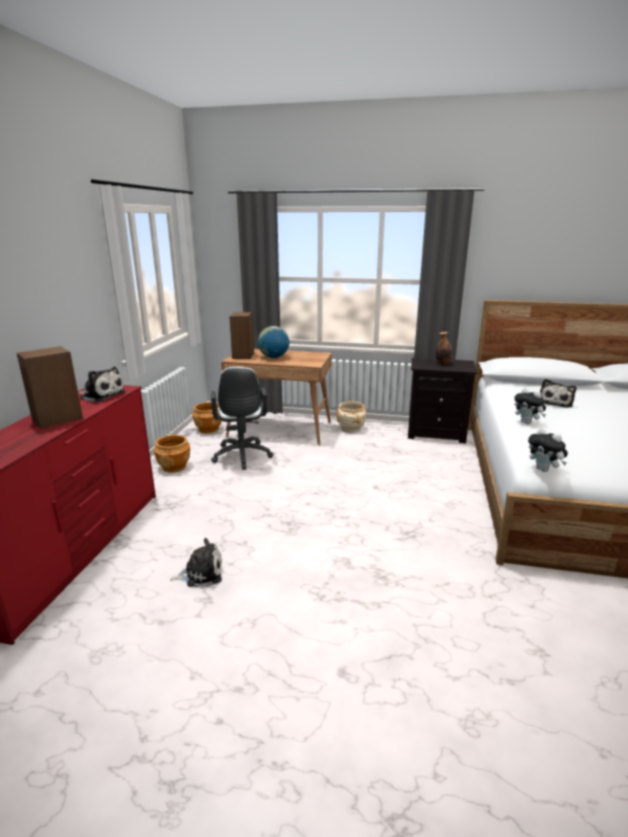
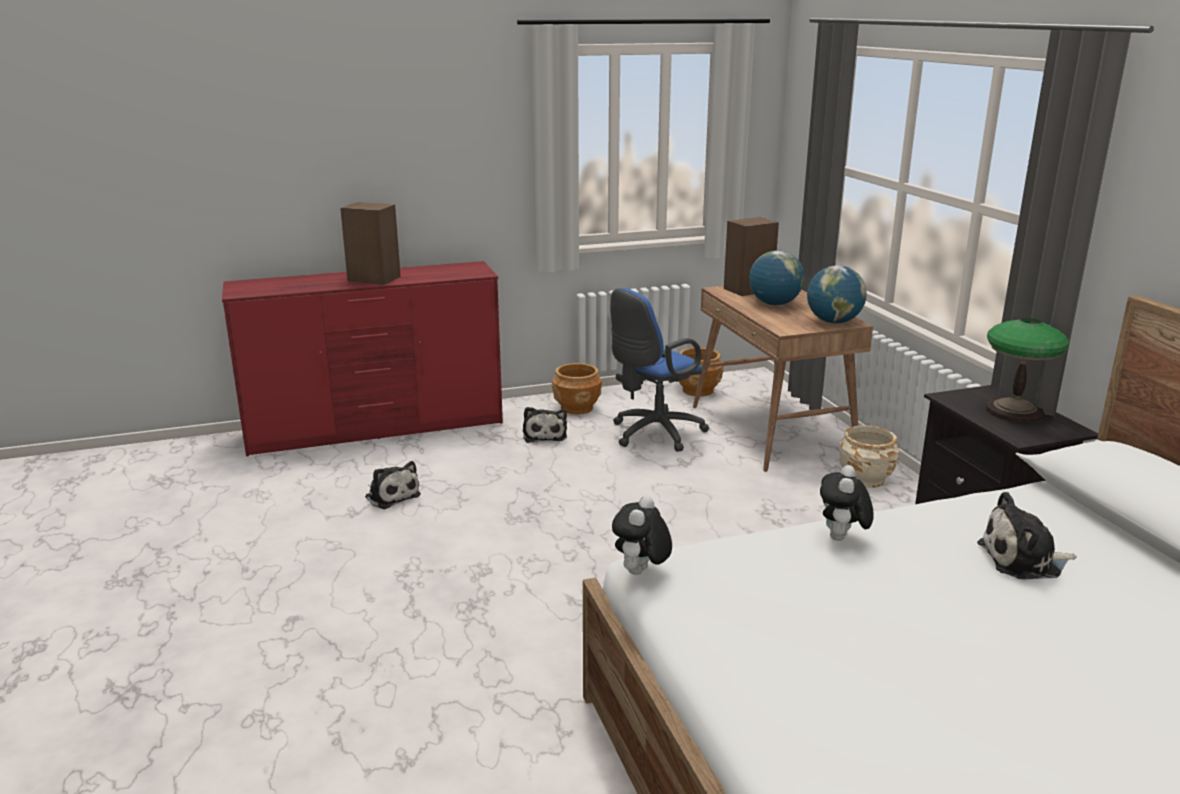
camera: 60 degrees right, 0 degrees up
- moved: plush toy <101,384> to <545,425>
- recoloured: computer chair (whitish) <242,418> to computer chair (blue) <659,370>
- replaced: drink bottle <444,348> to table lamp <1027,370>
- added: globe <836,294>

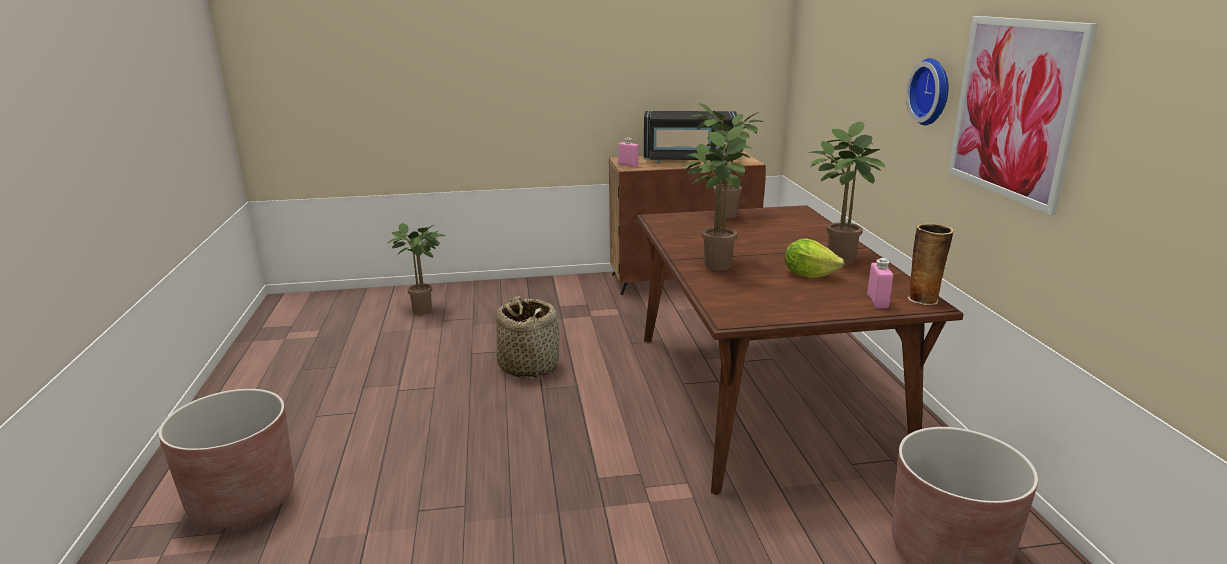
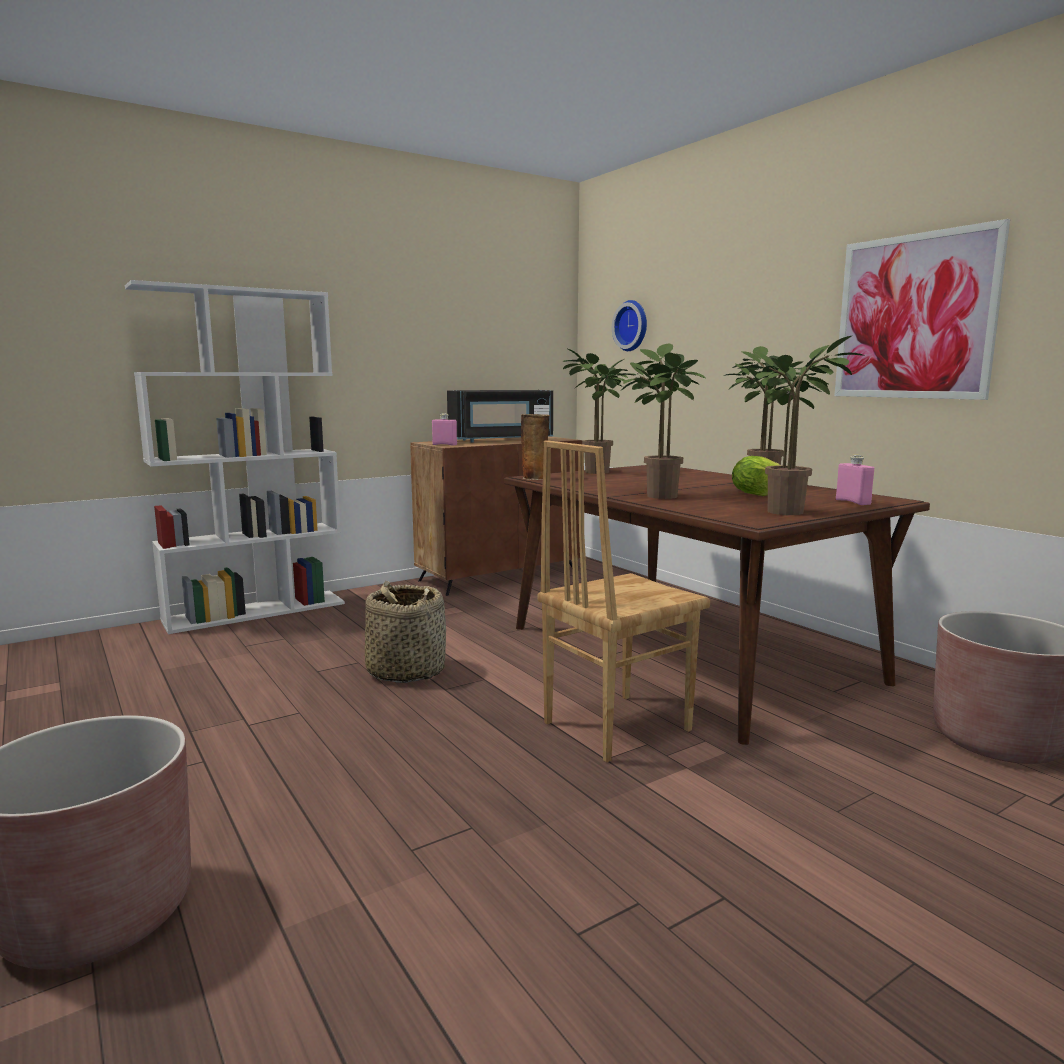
camera: 25 degrees left, 10 degrees down
- moved: houseplant <416,268> to <801,425>
- moved: wall clock <927,91> to <629,325>
- moved: vase <931,264> to <535,447>
- added: bookshelf (whitish) <235,457>
- added: upright chair (brown-coloured) <624,601>

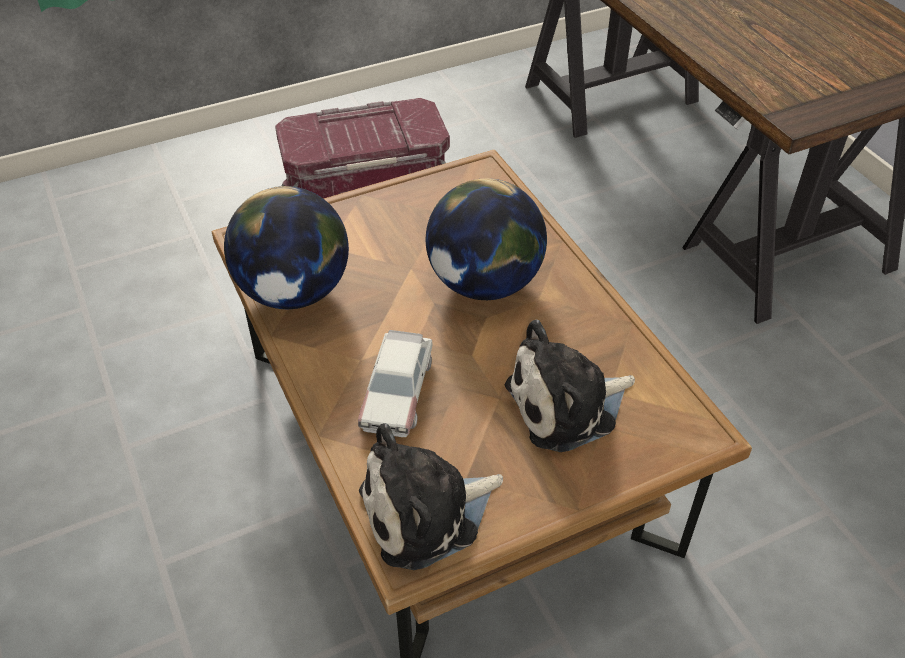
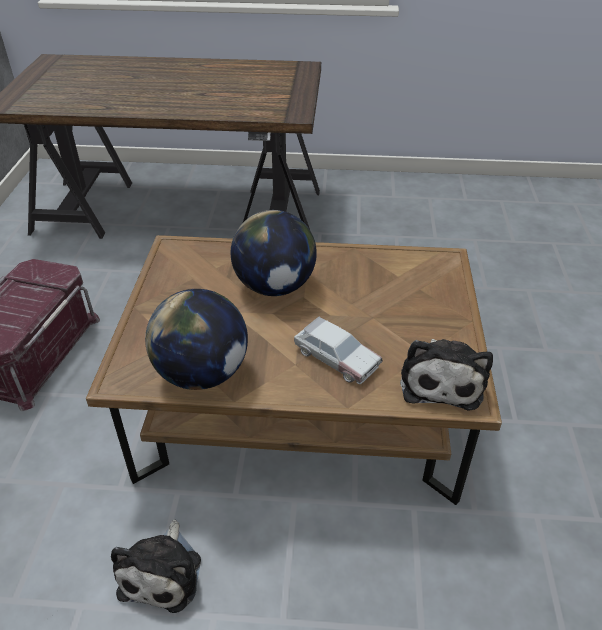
camera: 60 degrees left, 5 degrees down
- moved: plush toy <570,386> to <156,566>

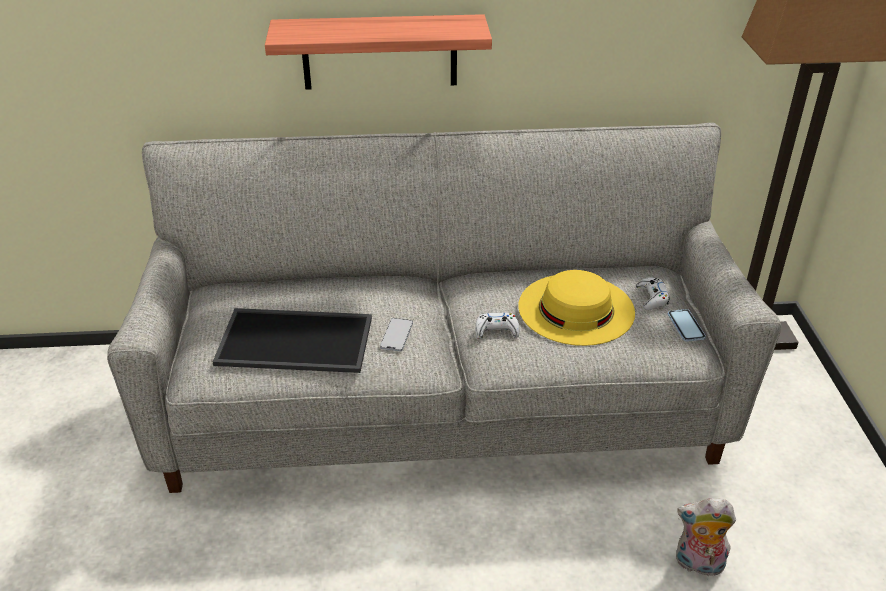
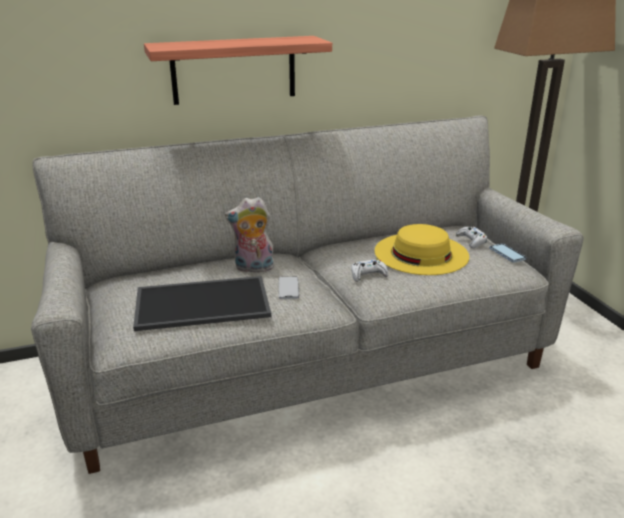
camera: 15 degrees left, 10 degrees down
- moved: plush toy <706,539> to <249,234>

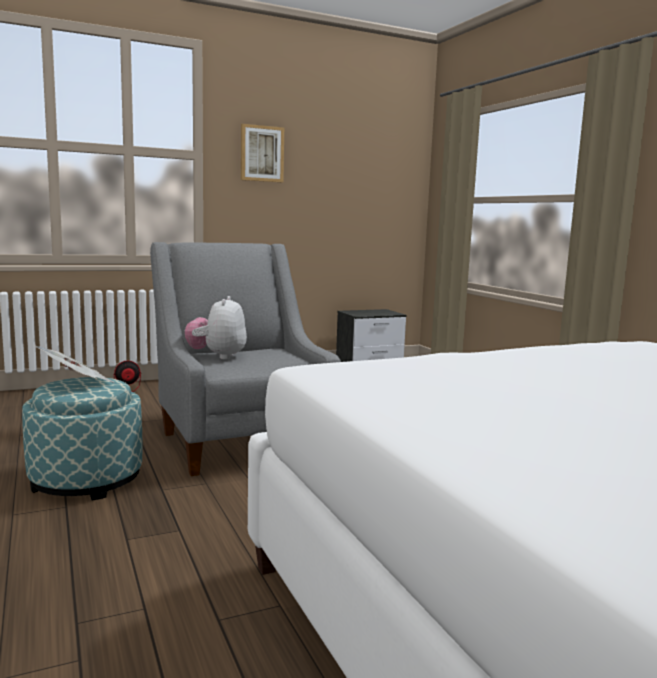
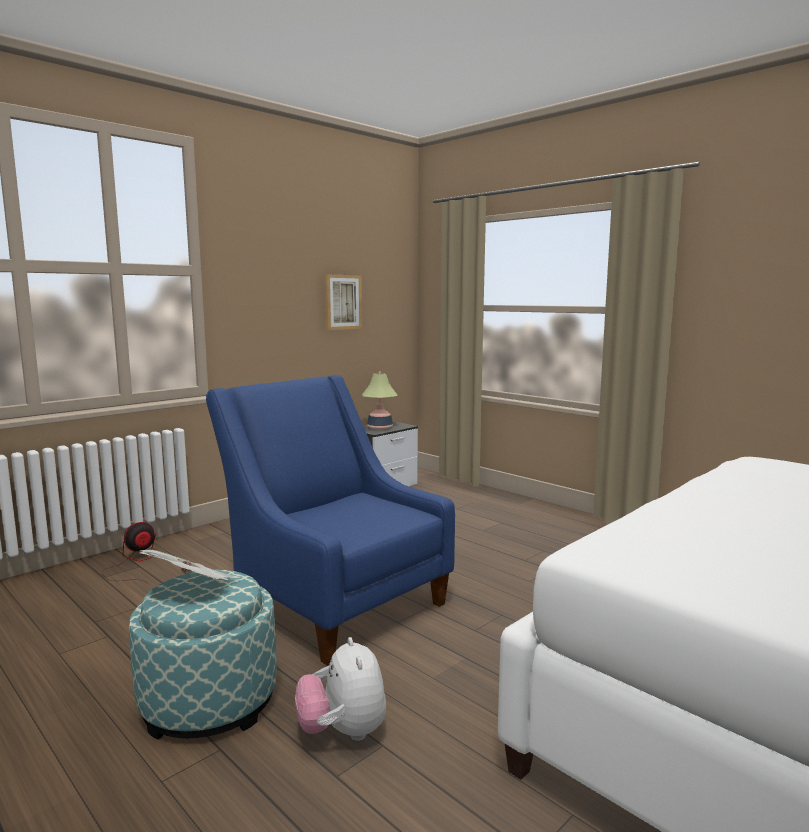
camera: 20 degrees left, 0 degrees up
- recoloured: easy chair (grey) <245,359> to easy chair (blue) <330,520>
- moved: plush toy <216,328> to <340,689>
- moved: picture <262,153> to <343,302>
- added: table lamp <380,400>

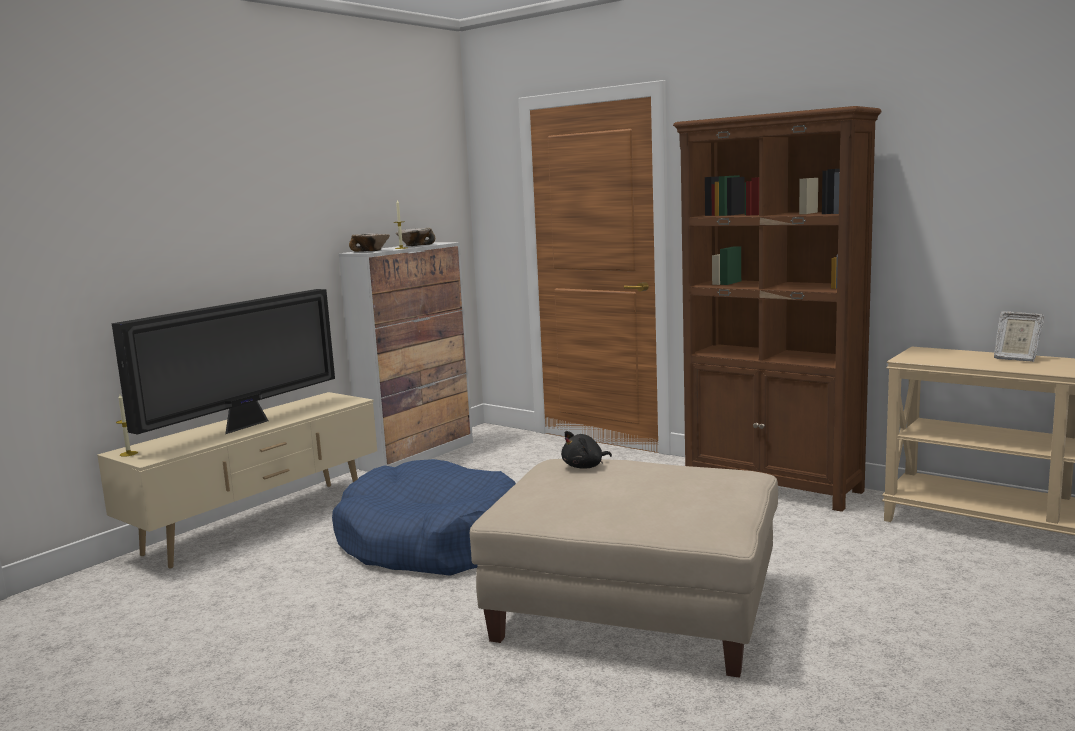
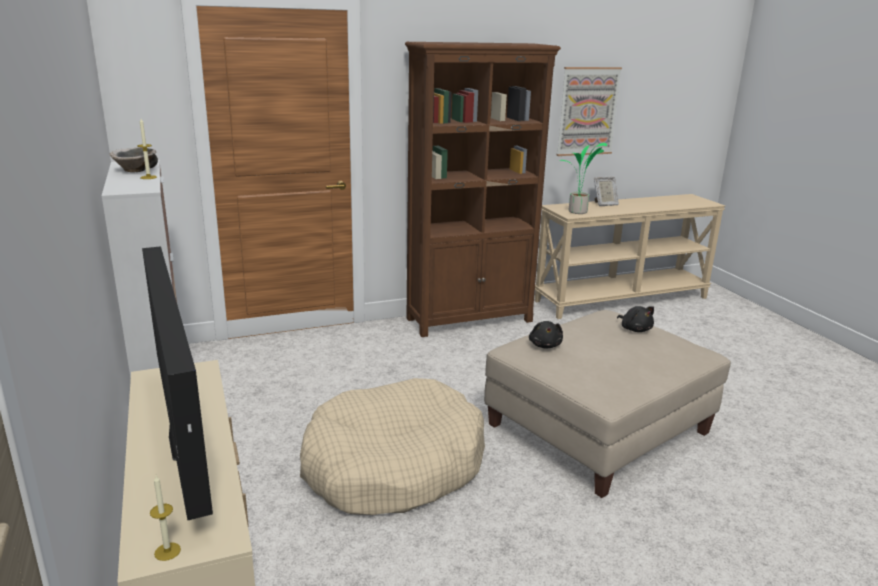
camera: 60 degrees left, 10 degrees up
- recoloured: dog bed (blue) <424,517> to dog bed (beige-coloured) <392,446>
- removed: deep dish <369,243>
- added: picture <589,111>
- added: houseplant <583,178>
- added: plush toy (blackish) <635,319>

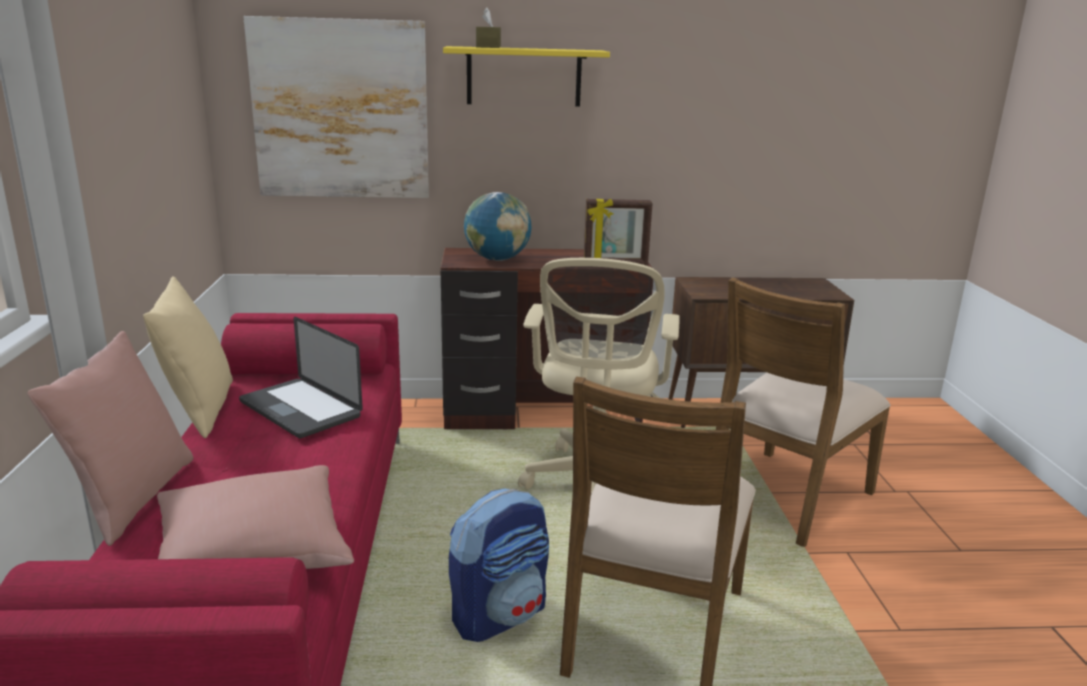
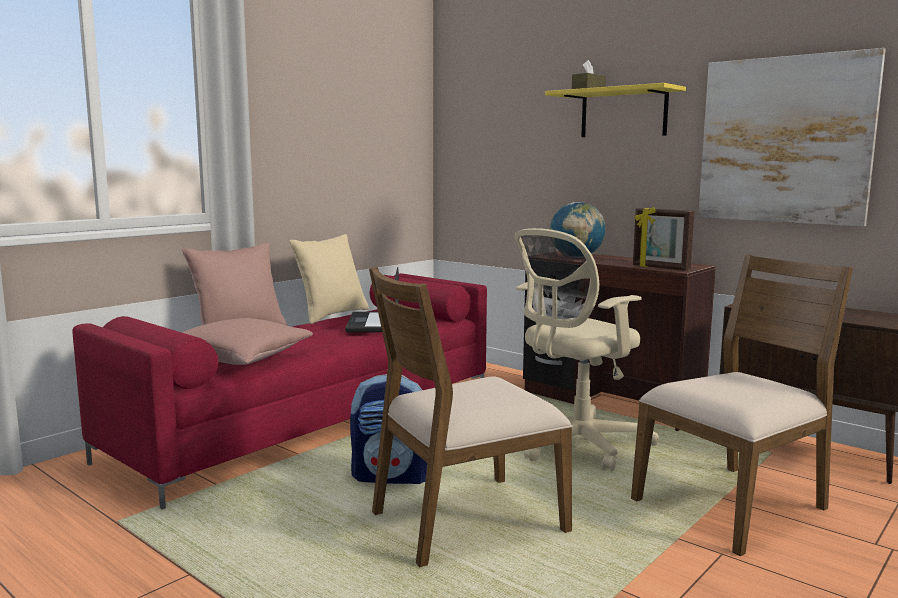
camera: 45 degrees right, 10 degrees down
- moved: picture <336,107> to <792,137>
- turned: upright chair (brown-coloured) <803,412> = <742,405> 150 degrees clockwise

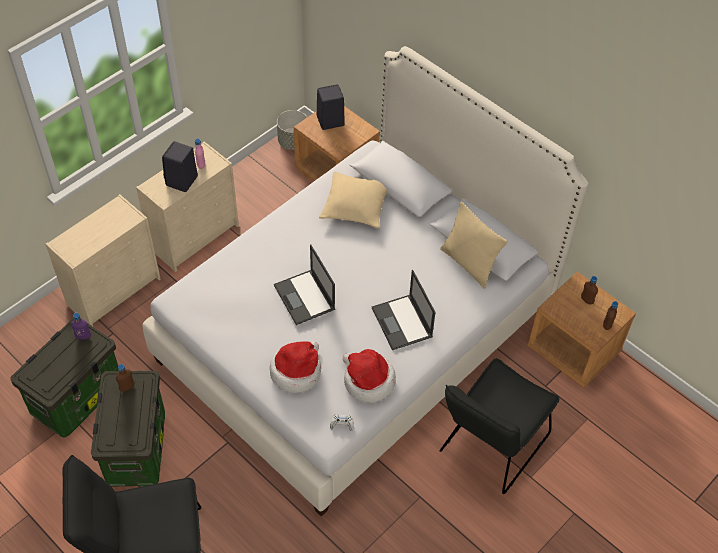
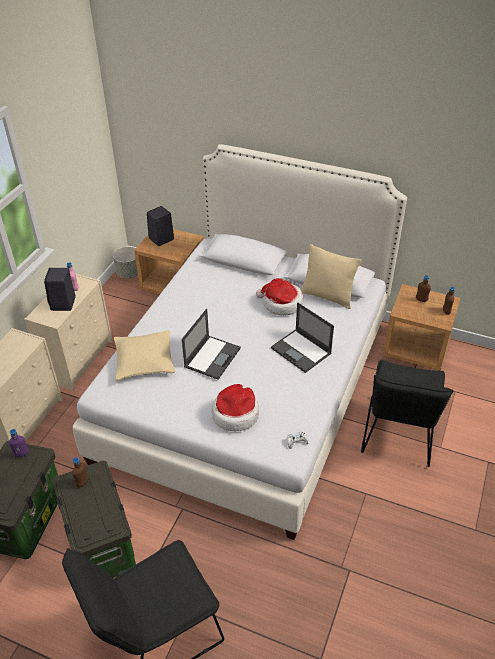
camera: 20 degrees left, 10 degrees down
- turned: portable computer <304,284> = <211,344> 105 degrees counterclockwise
- moved: throw pillow (beige-coloured) <353,200> to <144,355>
- moved: wearable hat <369,376> to <279,297>

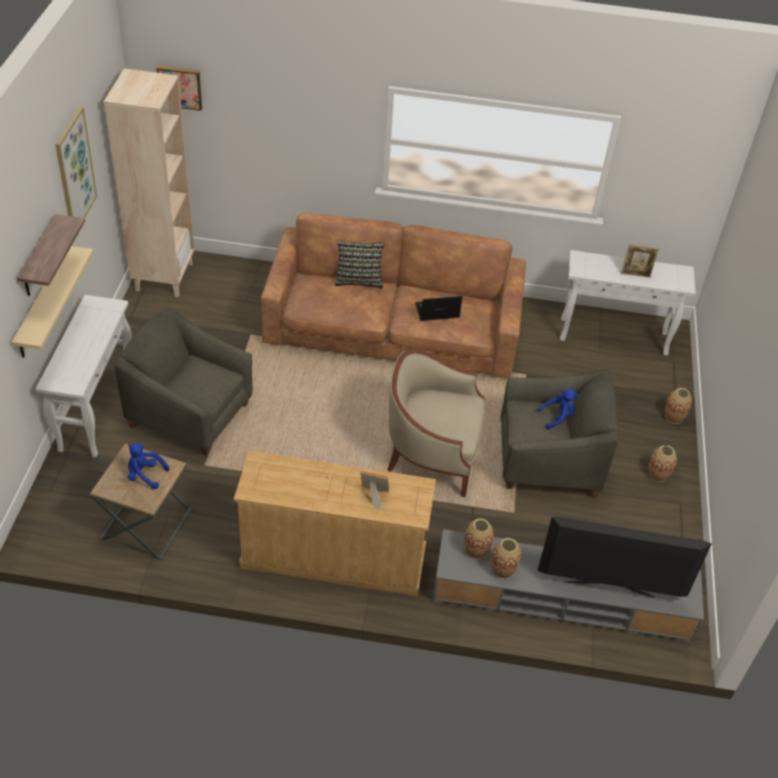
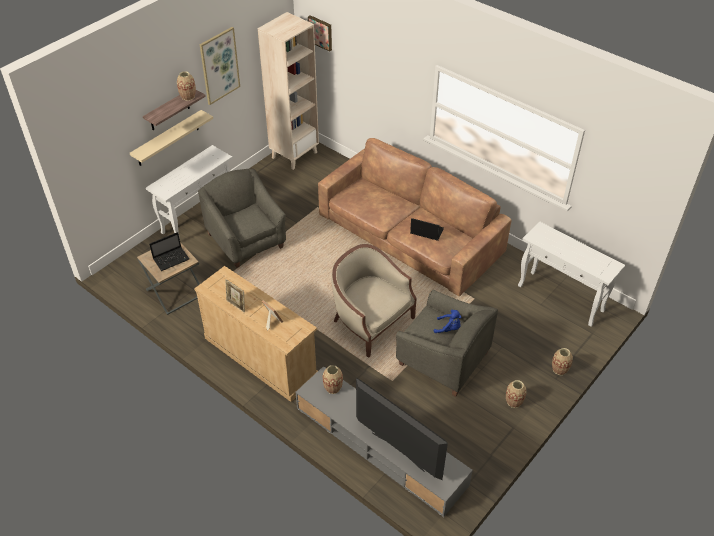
camera: 35 degrees right, 0 degrees up
- replaced: plush toy (blue) <148,466> to portable computer <169,251>
- removed: throw pillow <360,264>
- moved: vase <506,558> to <186,86>
- moved: picture frame <640,261> to <235,295>

